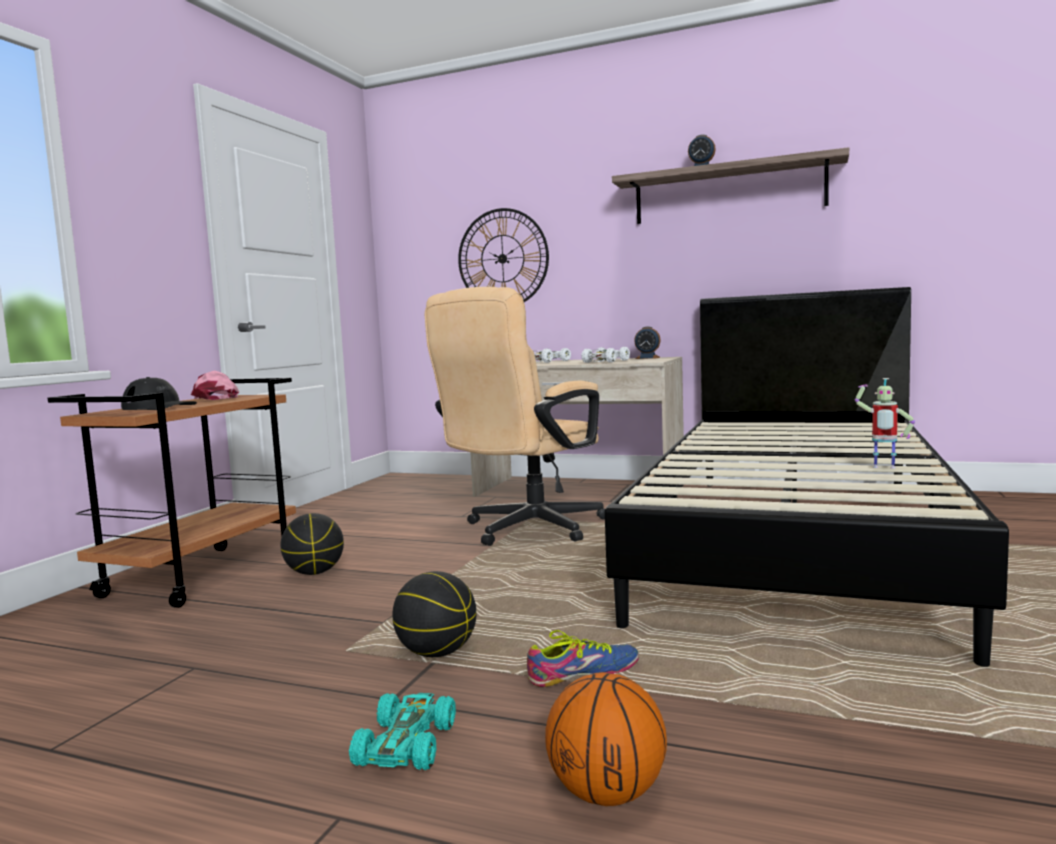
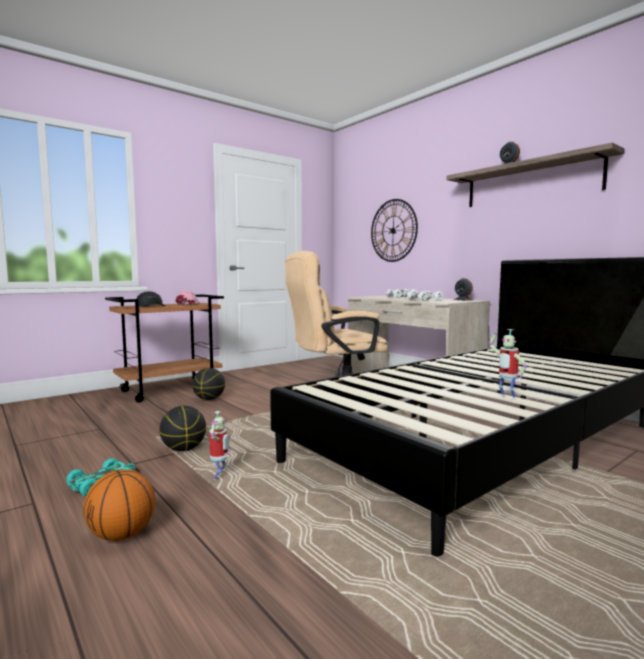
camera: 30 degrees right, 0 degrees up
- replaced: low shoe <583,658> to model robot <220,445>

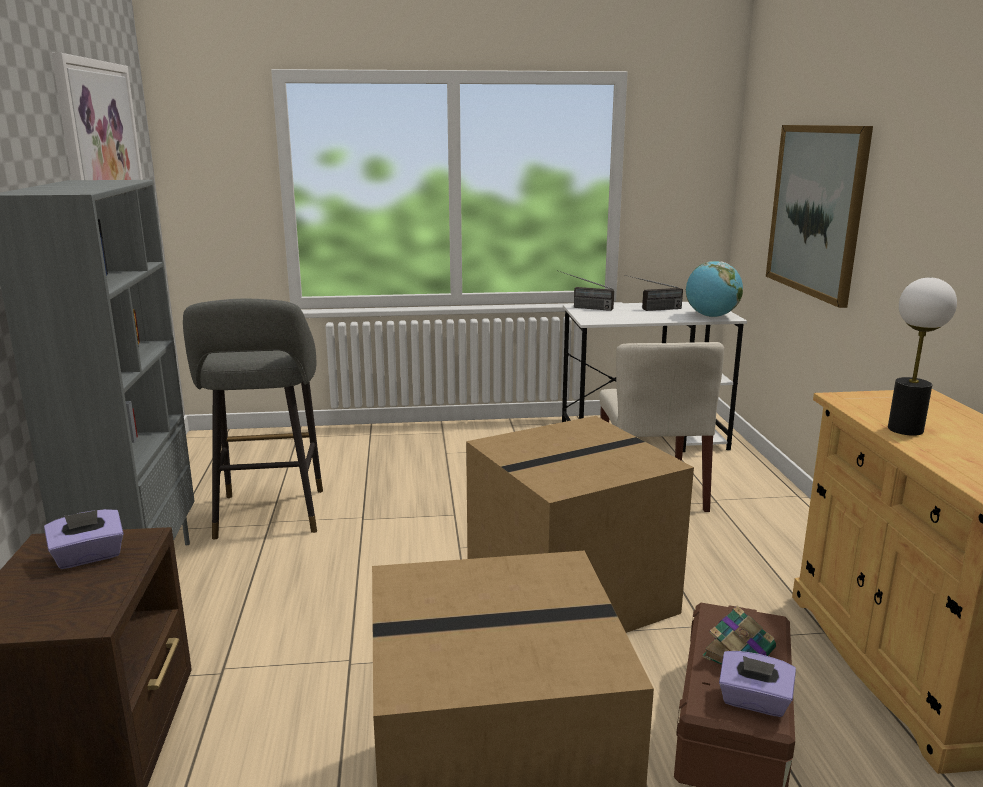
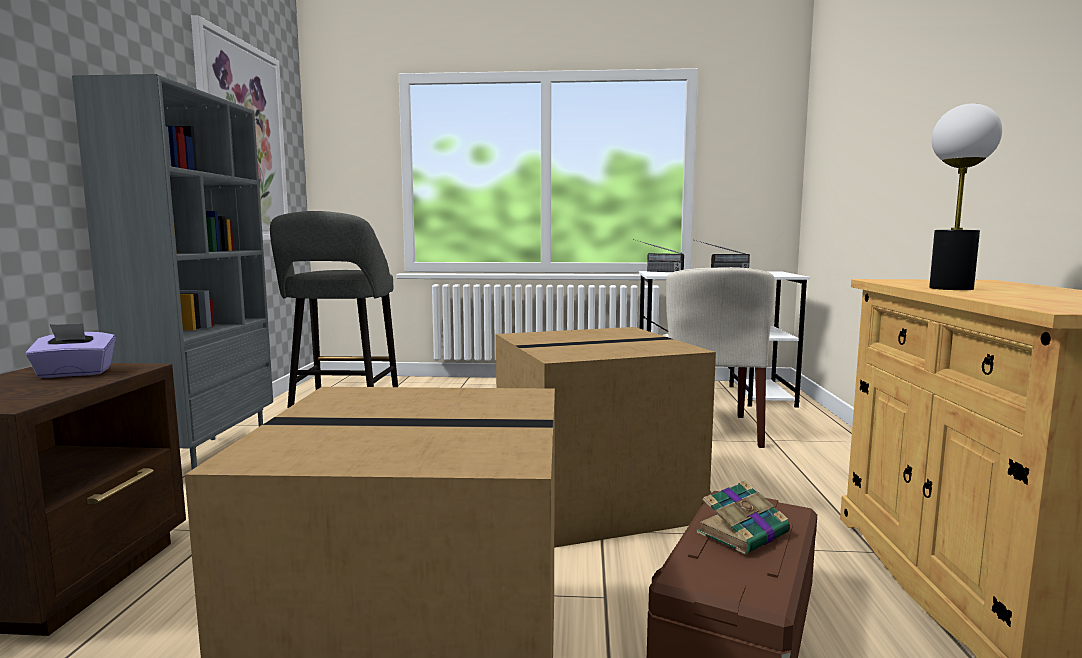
camera: 10 degrees right, 10 degrees down
- removed: globe <714,289>
- removed: tissue holder (purplish) <757,684>
- removed: picture <819,216>

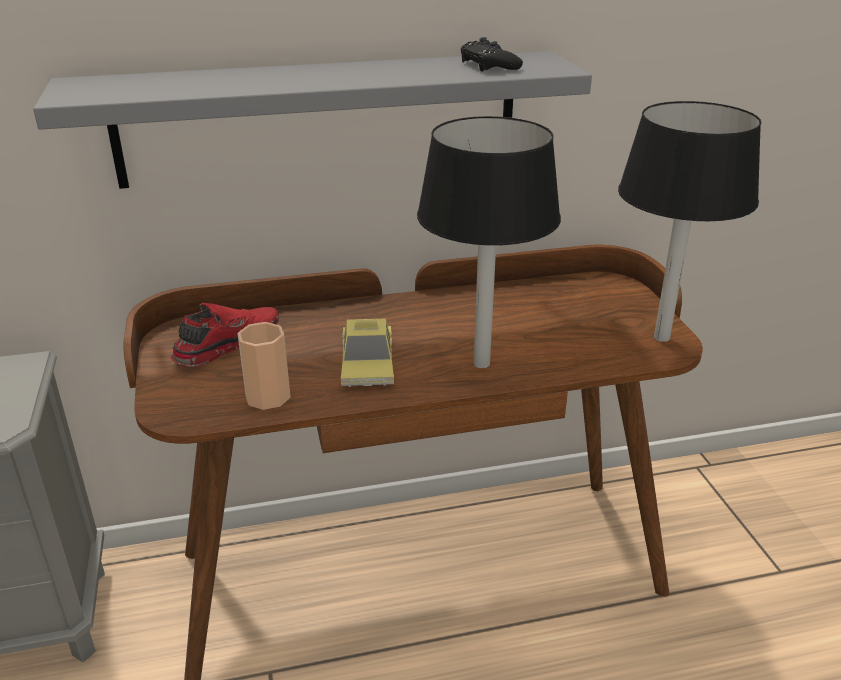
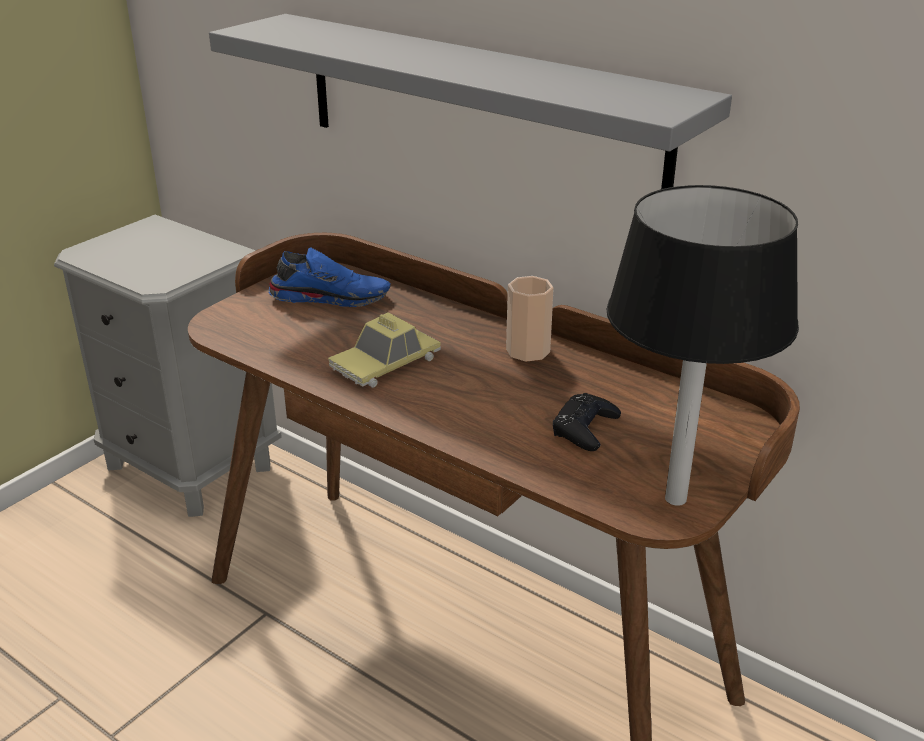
camera: 50 degrees right, 0 degrees up
- recoloured: low shoe (reddish) <225,335> to low shoe (blue) <329,277>
- moved: drinking cup <263,366> to <530,319>
- removed: table lamp (blackish) <489,242>
- moved: gamepad (blackish) <492,54> to <587,422>

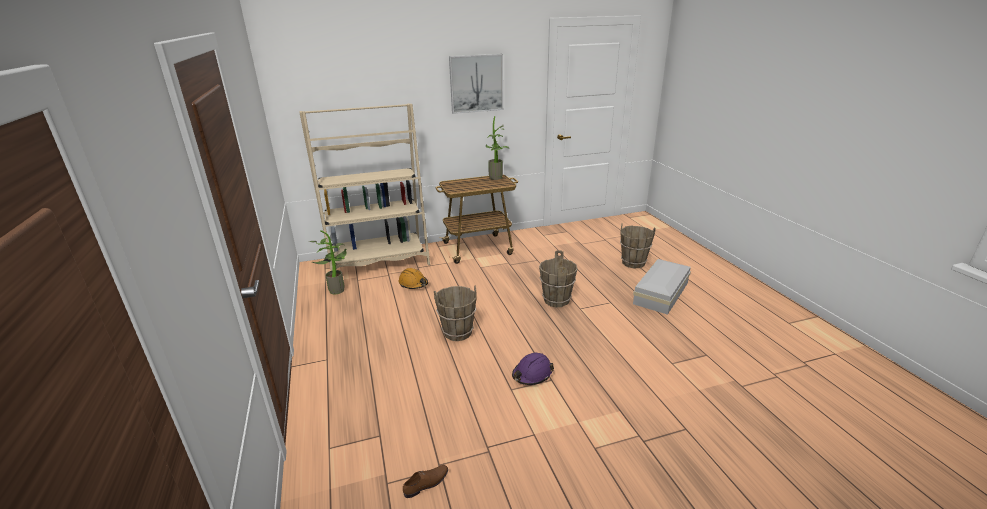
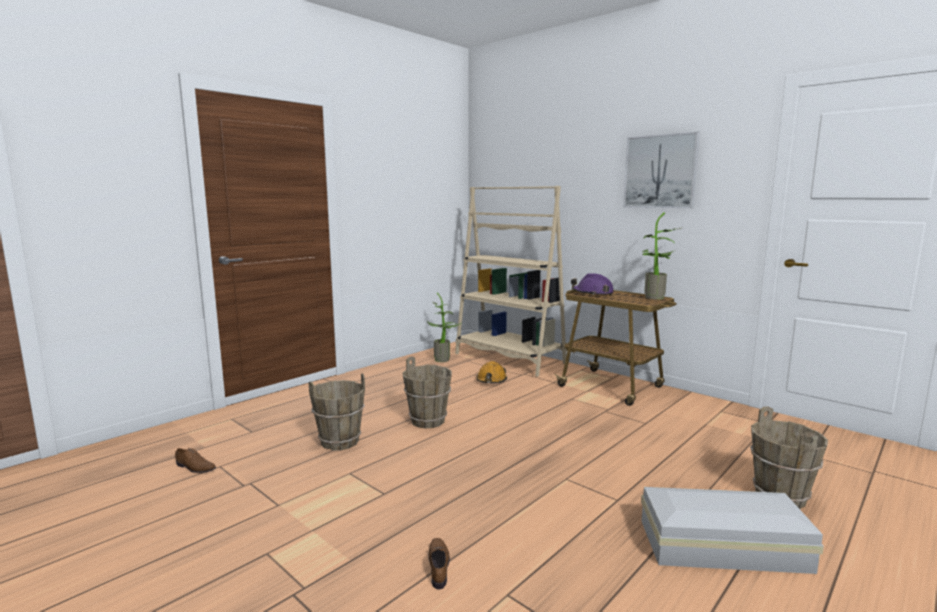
camera: 60 degrees right, 15 degrees down
- moved: hard hat (purplish) <533,369> to <592,284>
- moved: pail (brown-coloured) <558,278> to <337,411>
- added: low shoe (brown-coloured) <439,563>

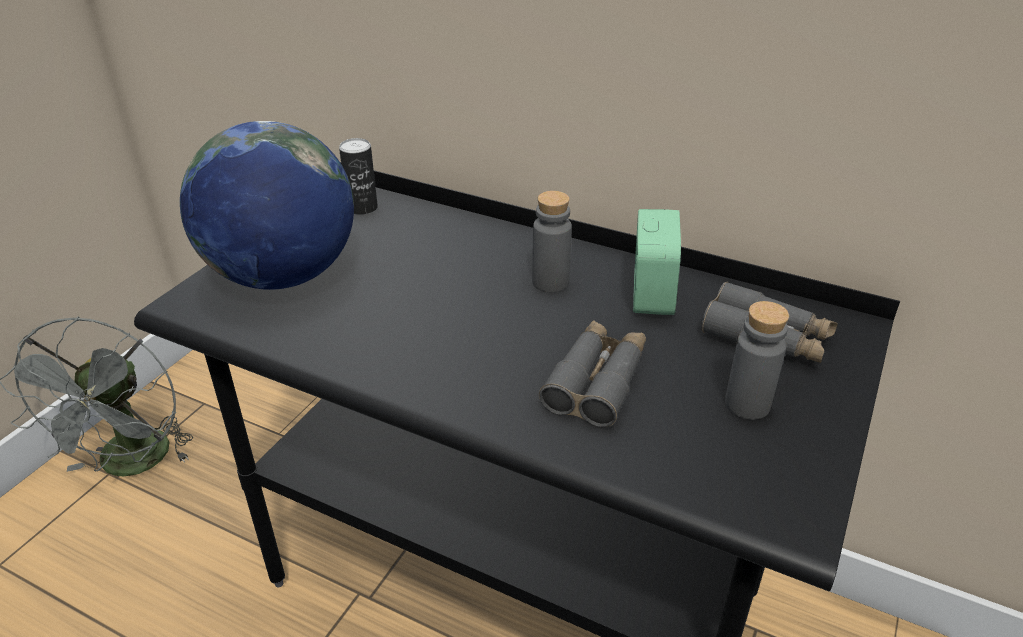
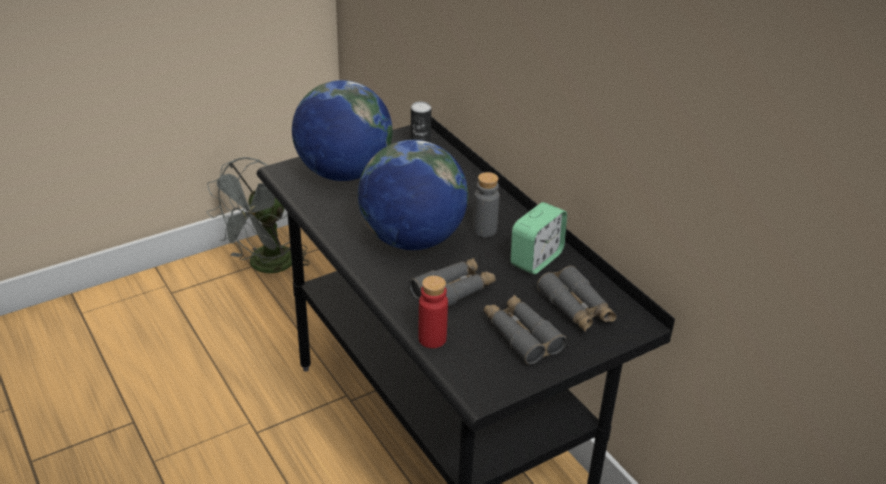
camera: 30 degrees right, 0 degrees up
- replaced: drink bottle (grey) <757,360> to field glasses (grey) <525,329>
- added: globe <413,195>
- added: drink bottle (reddish) <433,312>

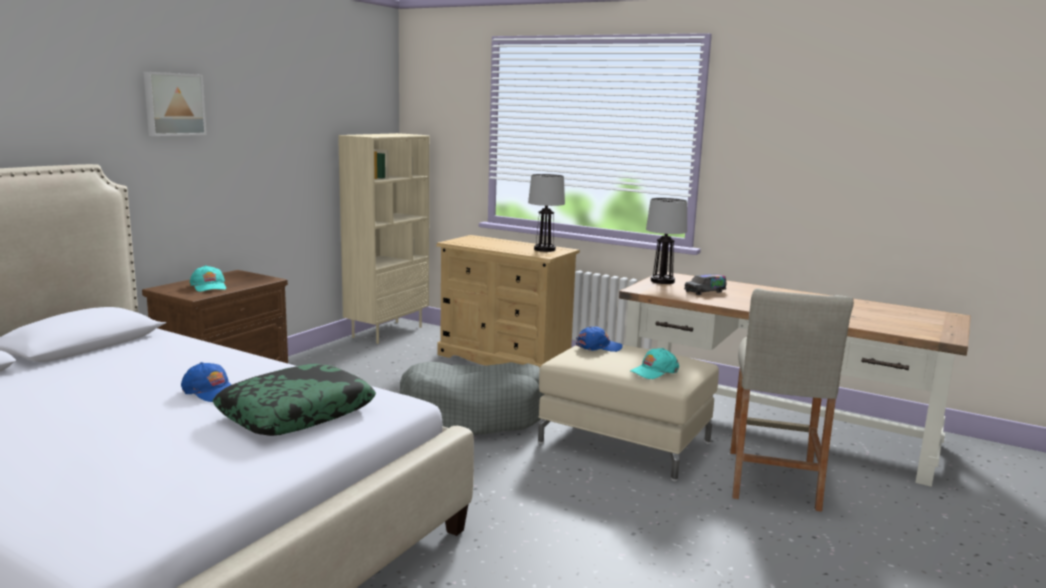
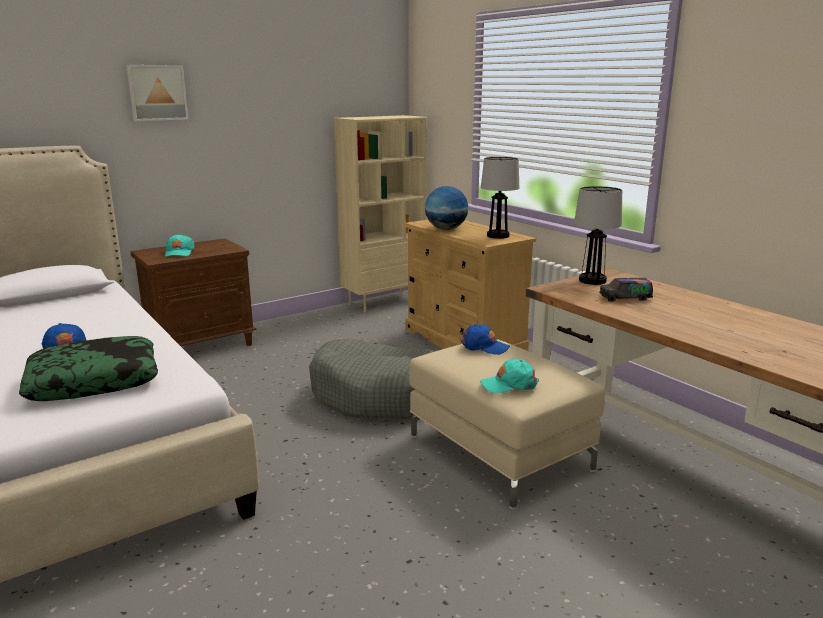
camera: 25 degrees right, 5 degrees up
- removed: stool (beige-coloured) <792,400>
- added: globe <446,208>

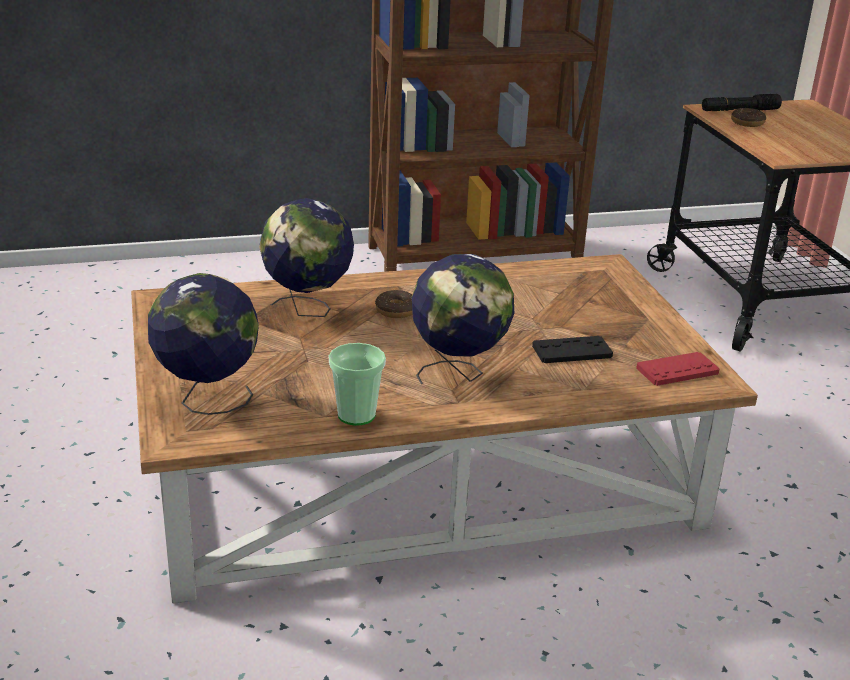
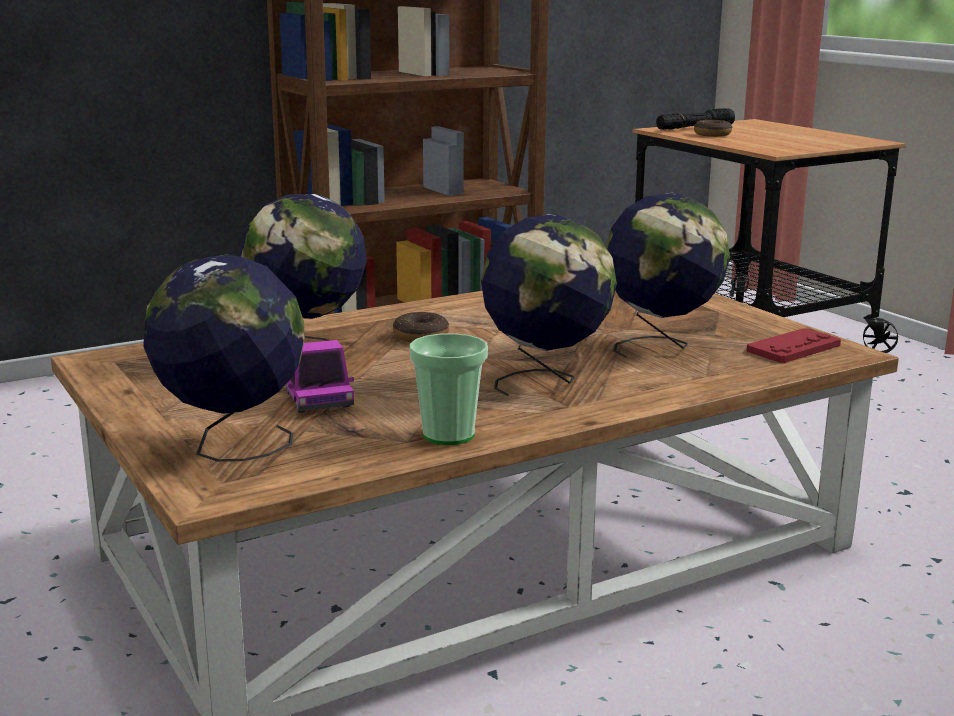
camera: 15 degrees left, 10 degrees down
- replaced: gamepad (blackish) <572,349> to globe <668,275>
- added: toy truck <320,376>

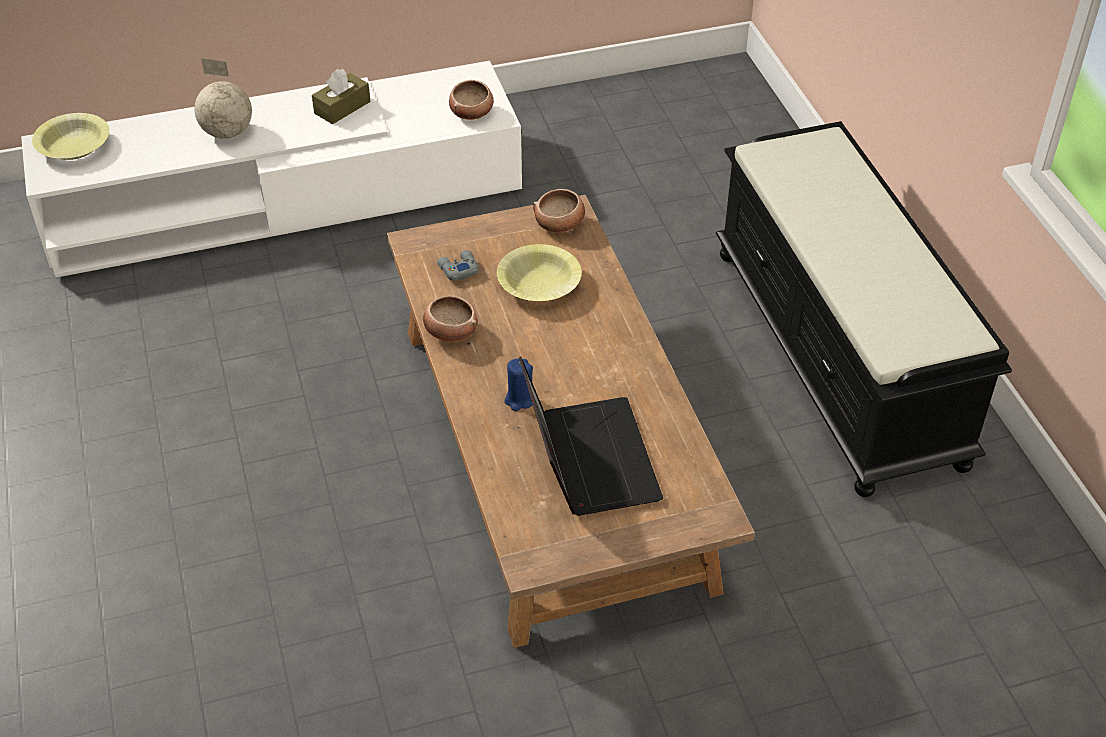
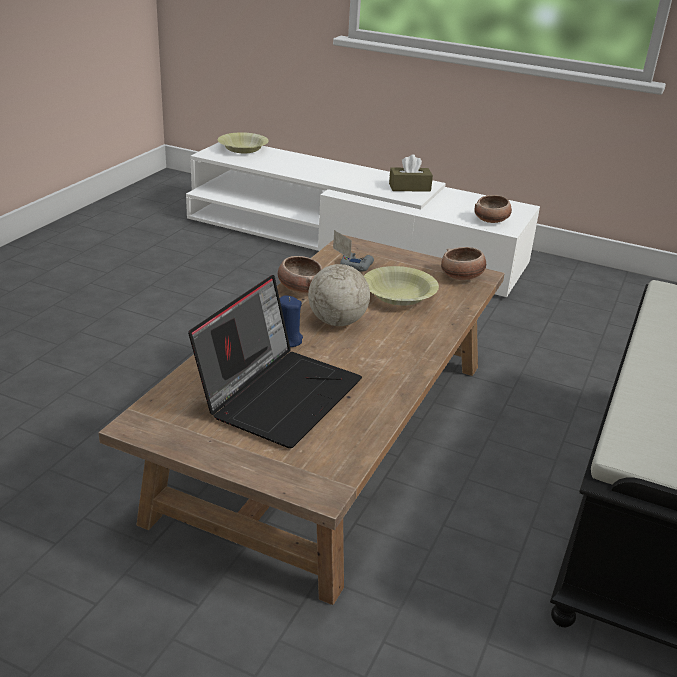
camera: 40 degrees right, 15 degrees down
- moved: globe <223,98> to <339,278>

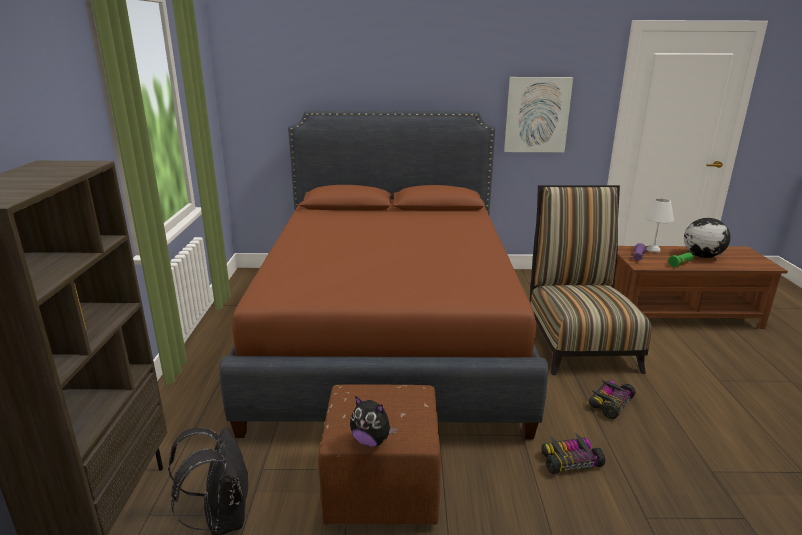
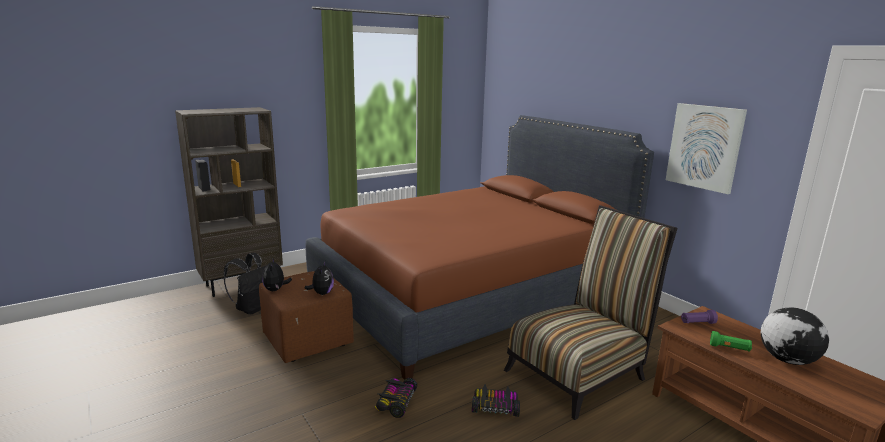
camera: 55 degrees right, 5 degrees down
- turned: toy car <573,453> = <396,398> 120 degrees counterclockwise
- removed: table lamp (whitish) <659,225>
- added: plush toy <319,278>

